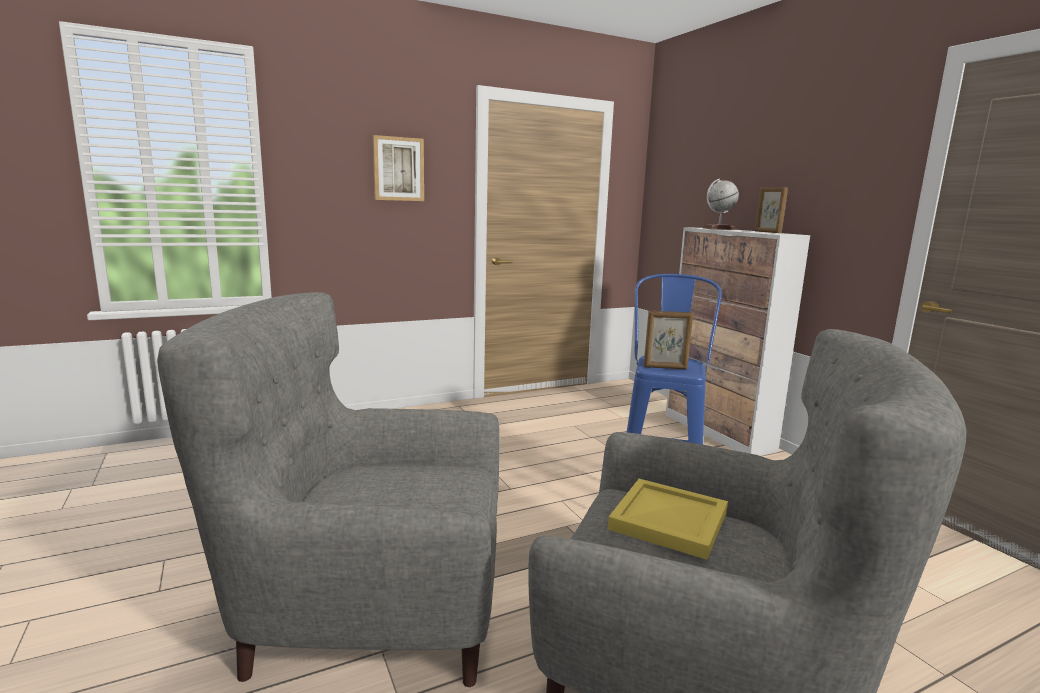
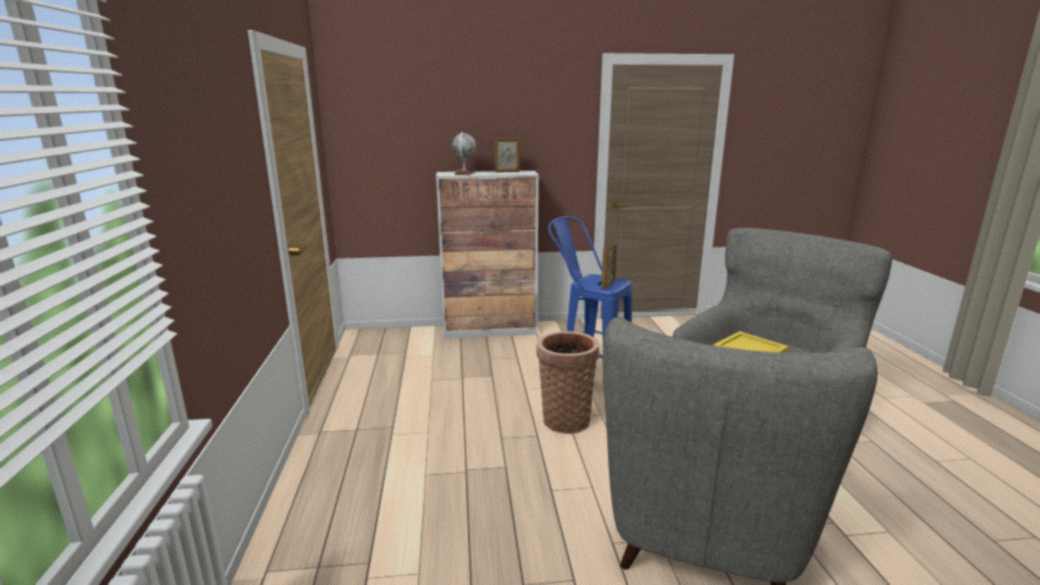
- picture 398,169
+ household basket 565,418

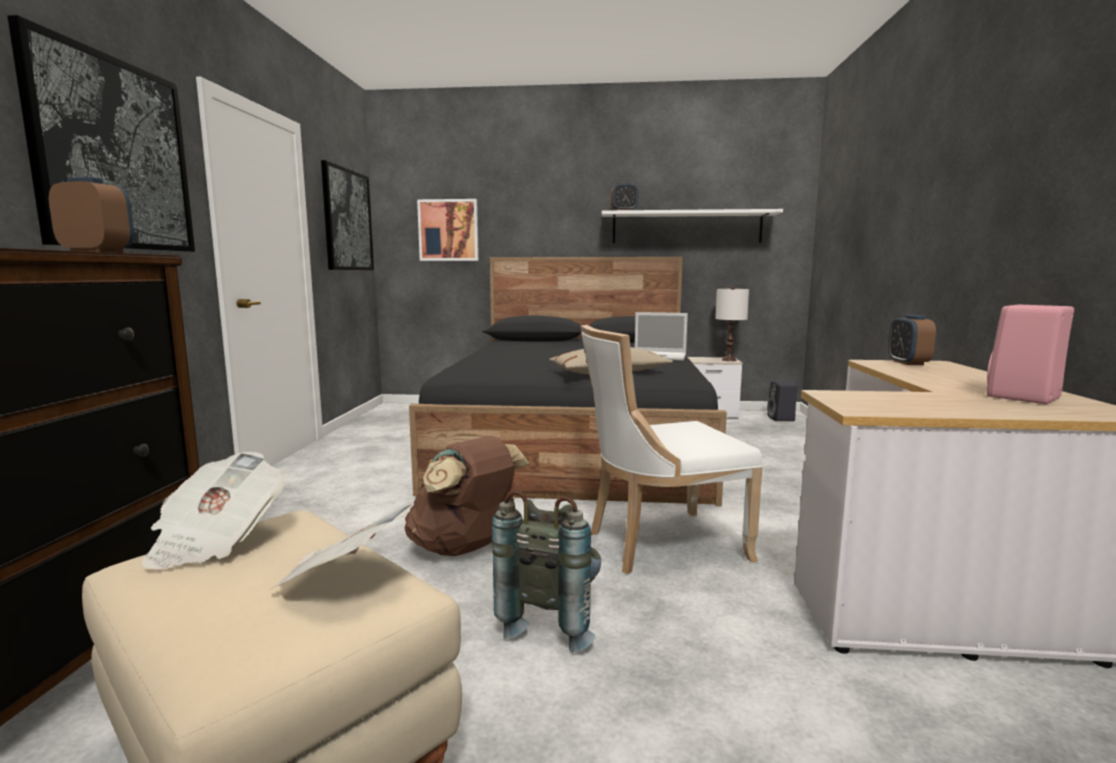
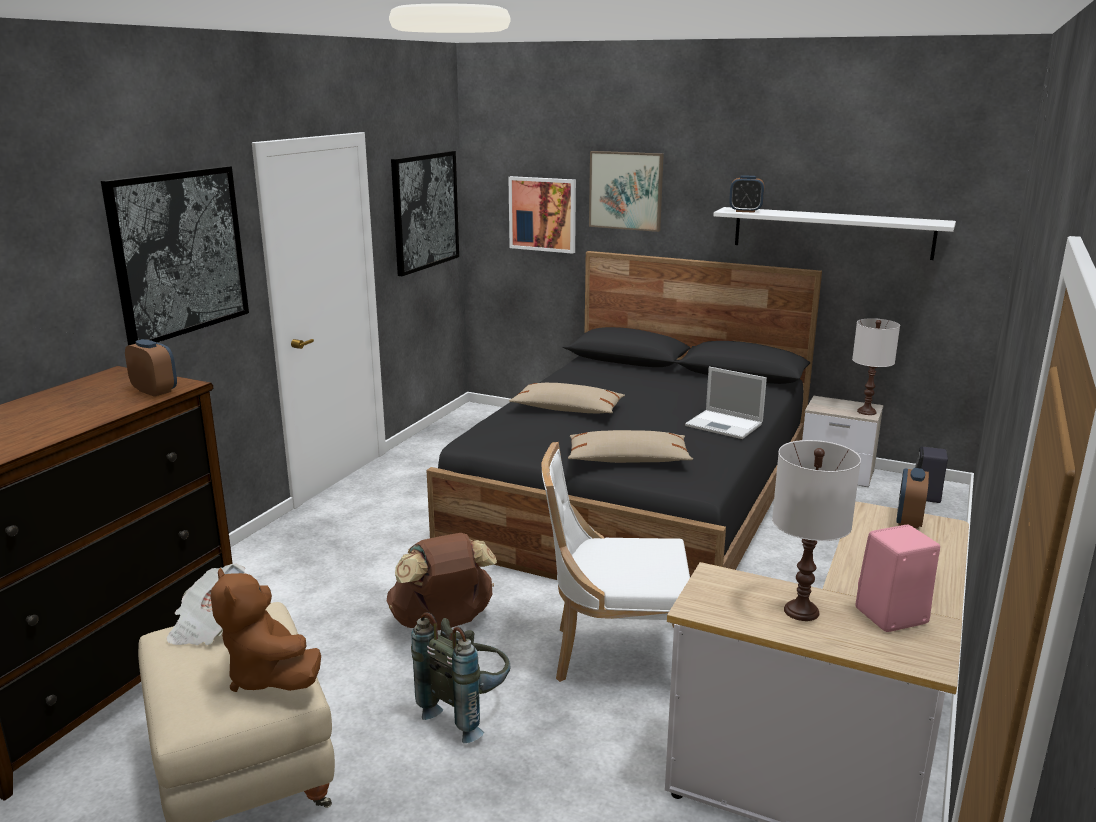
~ daily paper 347,579 to brown plush toy 269,676
+ picture 626,190
+ sand-coloured pillow 567,409
+ white-coloured tabletop lamp 800,611

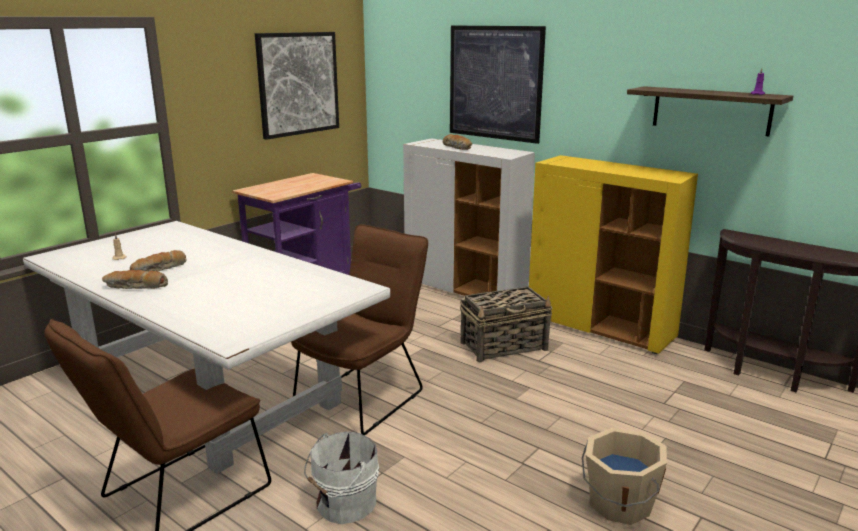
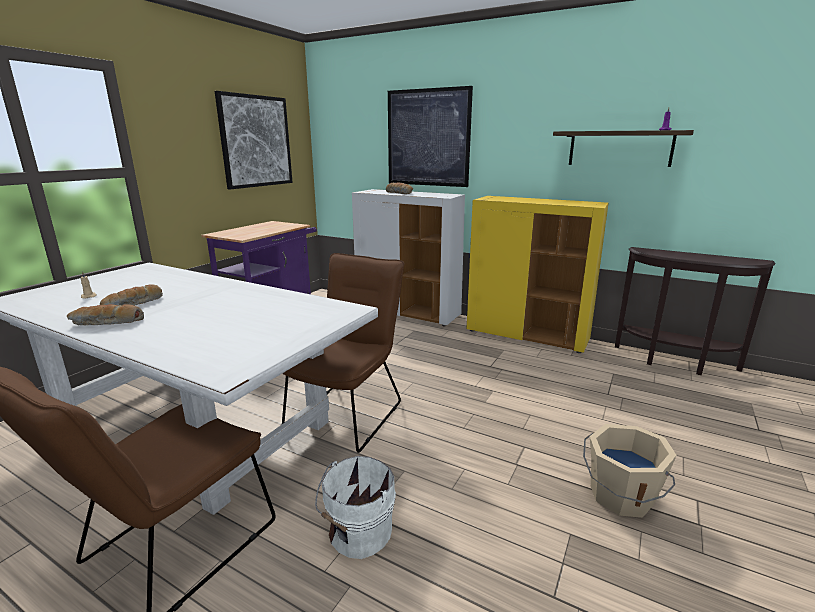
- household basket 504,346

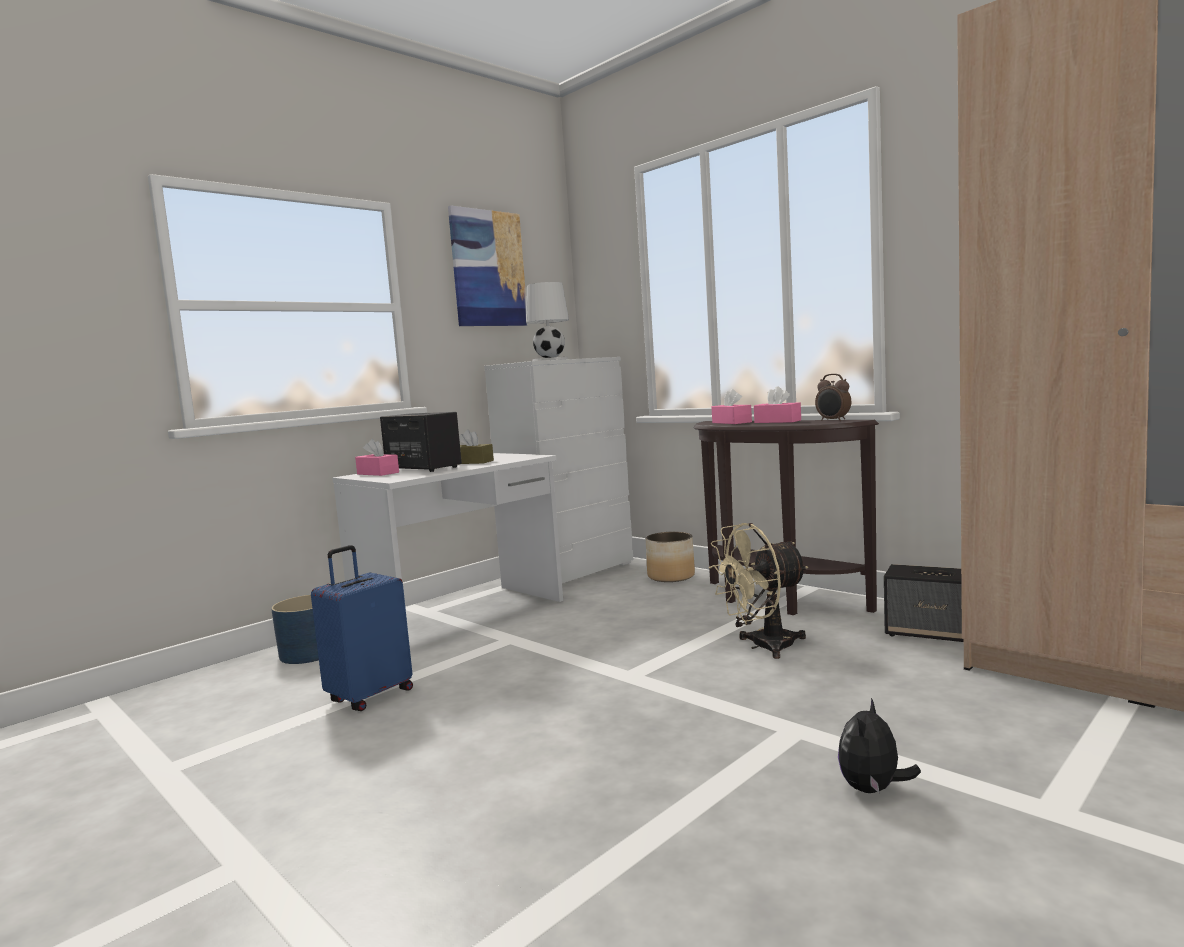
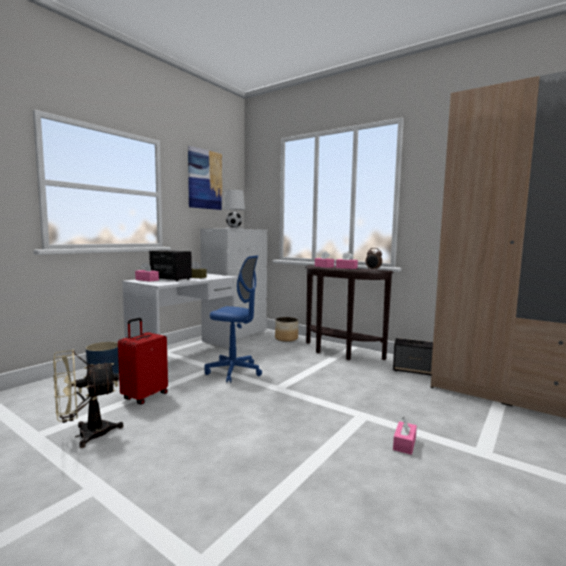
~ sand-coloured fan 763,646 to 85,435
~ blue-coloured piece of luggage 369,696 to red-coloured piece of luggage 144,396
~ plush toy 873,790 to pinkish tissue holder 404,444
+ blue-coloured office chair 234,371

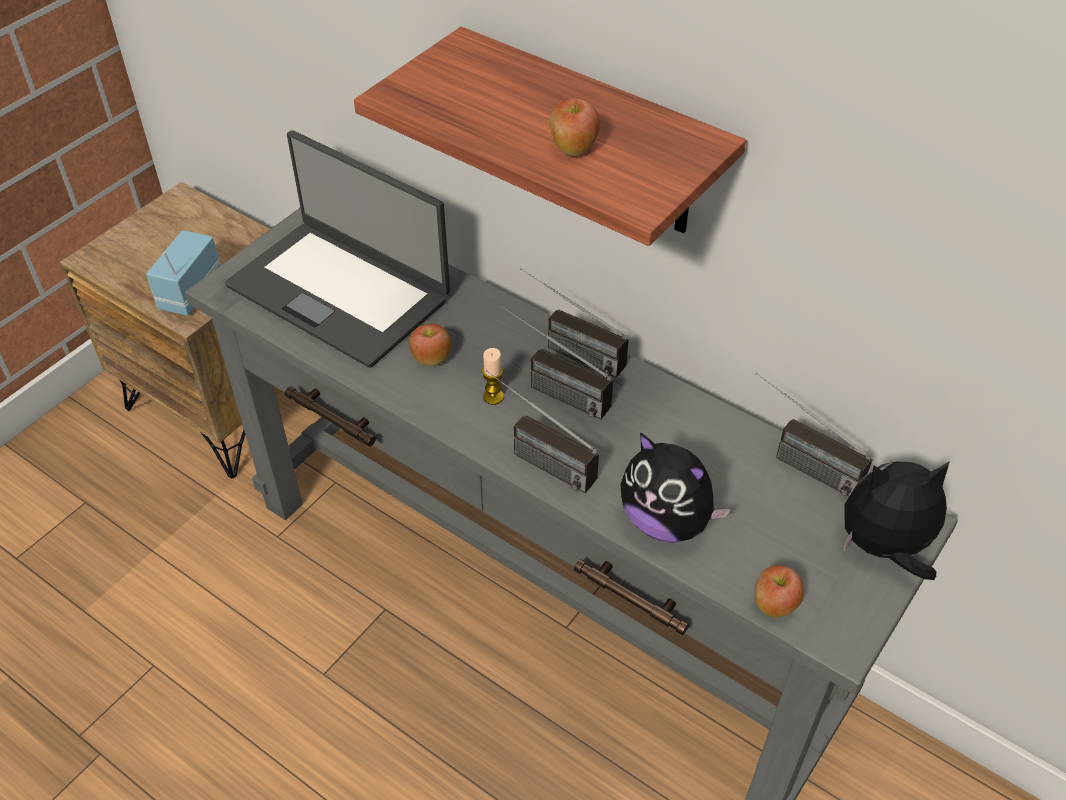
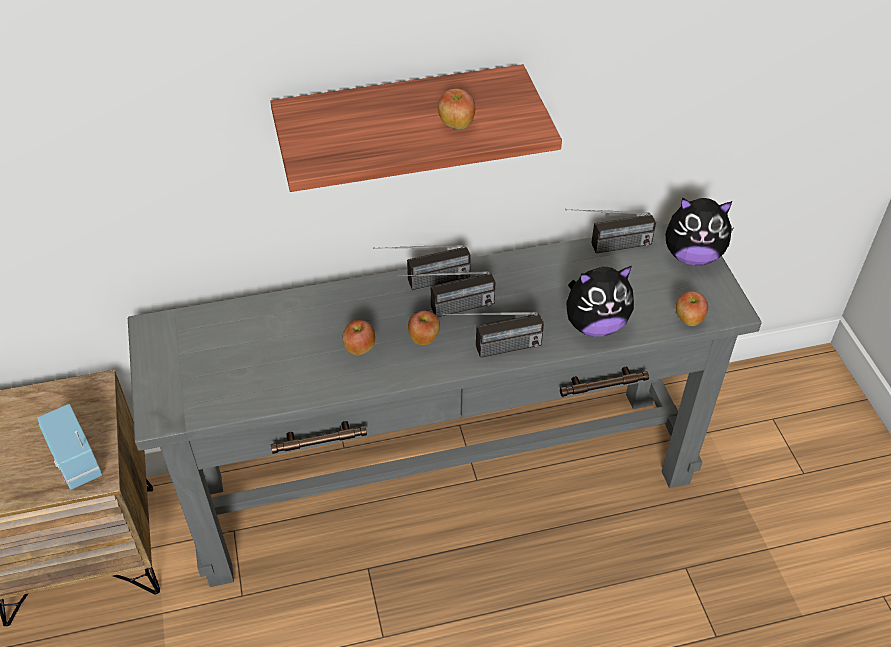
- portable computer 340,291
~ wax candle 493,397 to apple 424,339
~ plush toy 884,548 = 692,255 120 degrees counterclockwise

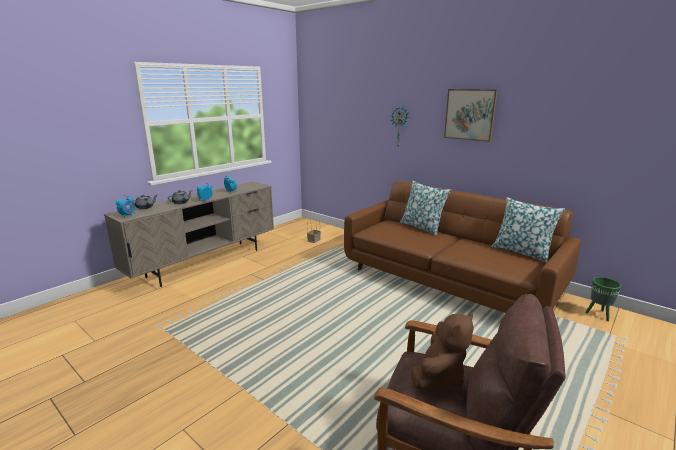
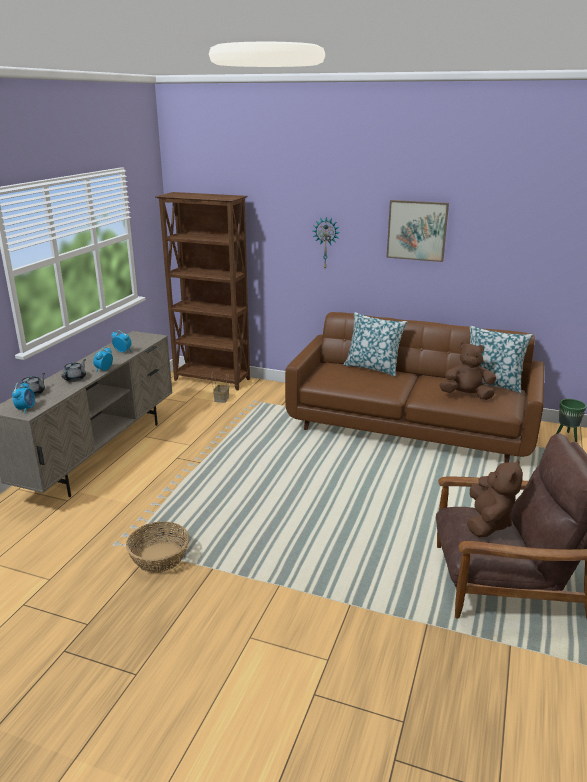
+ brown bookshelf 212,380
+ brown plush toy 466,395
+ household basket 159,557

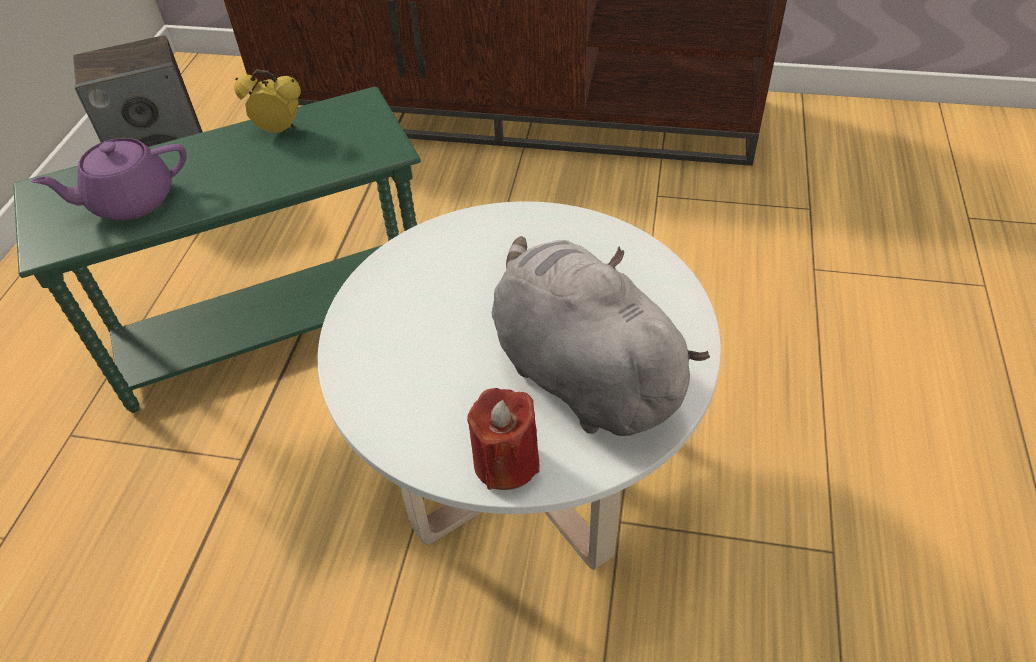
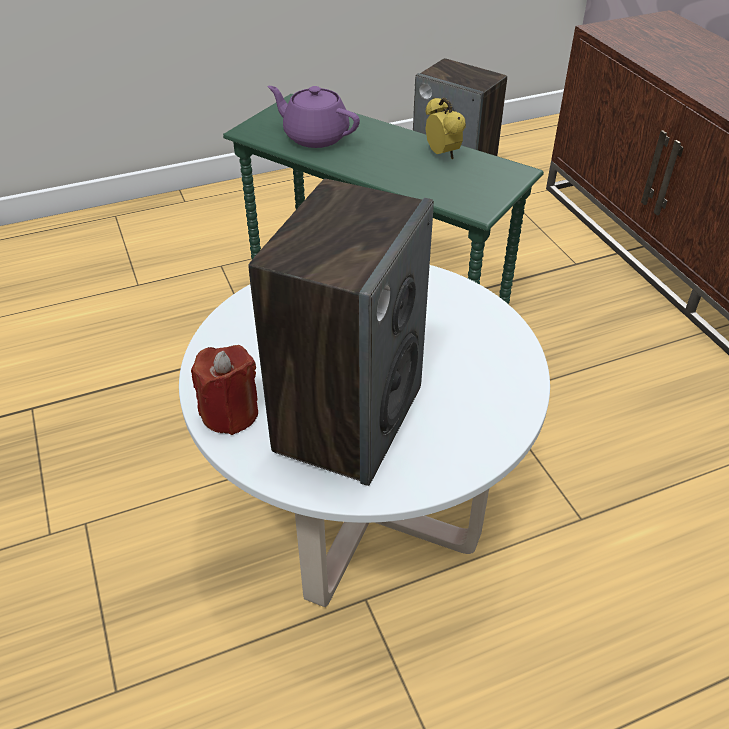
~ grey plush toy 580,372 to audio speaker 348,417

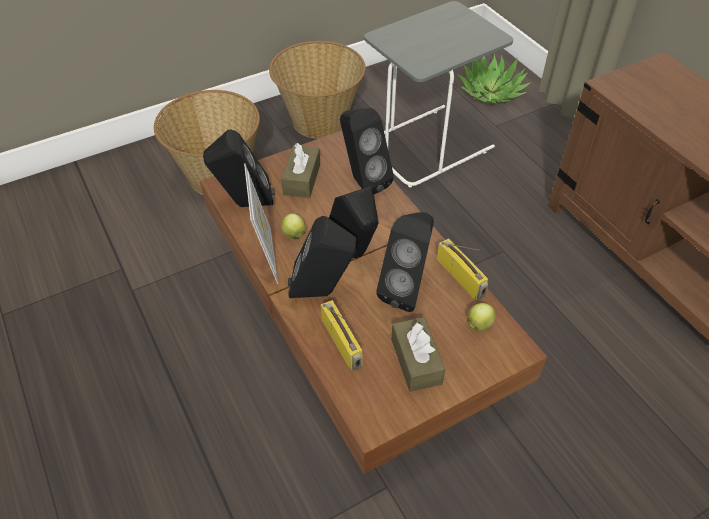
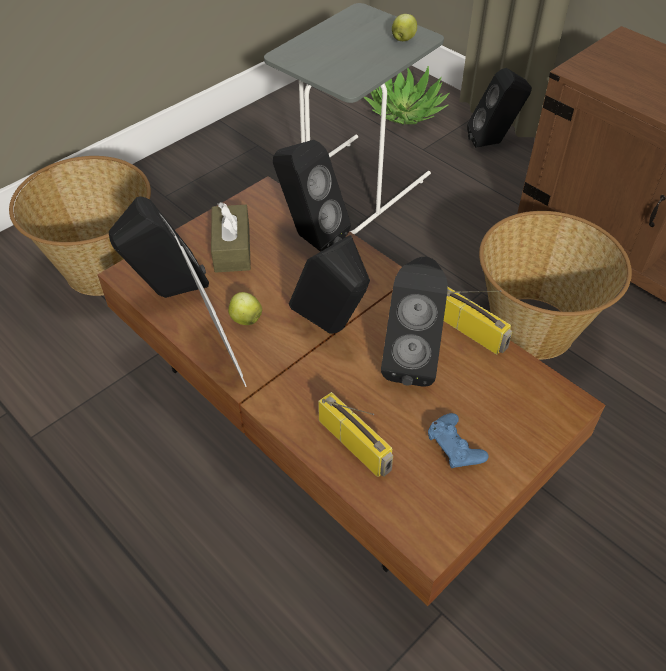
~ household basket 319,122 to 533,329
~ blackish audio speaker 323,292 to 493,143
~ apple 479,324 to 403,39
~ brown tissue holder 416,361 to blue-coloured game controller 455,446

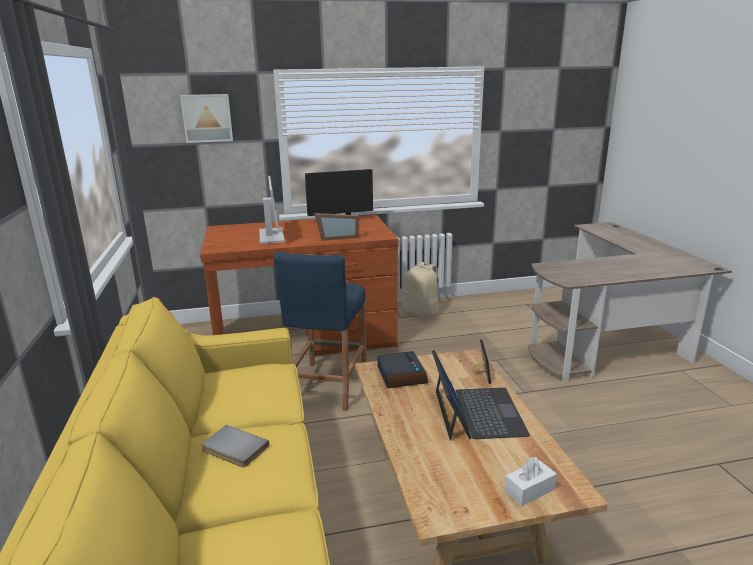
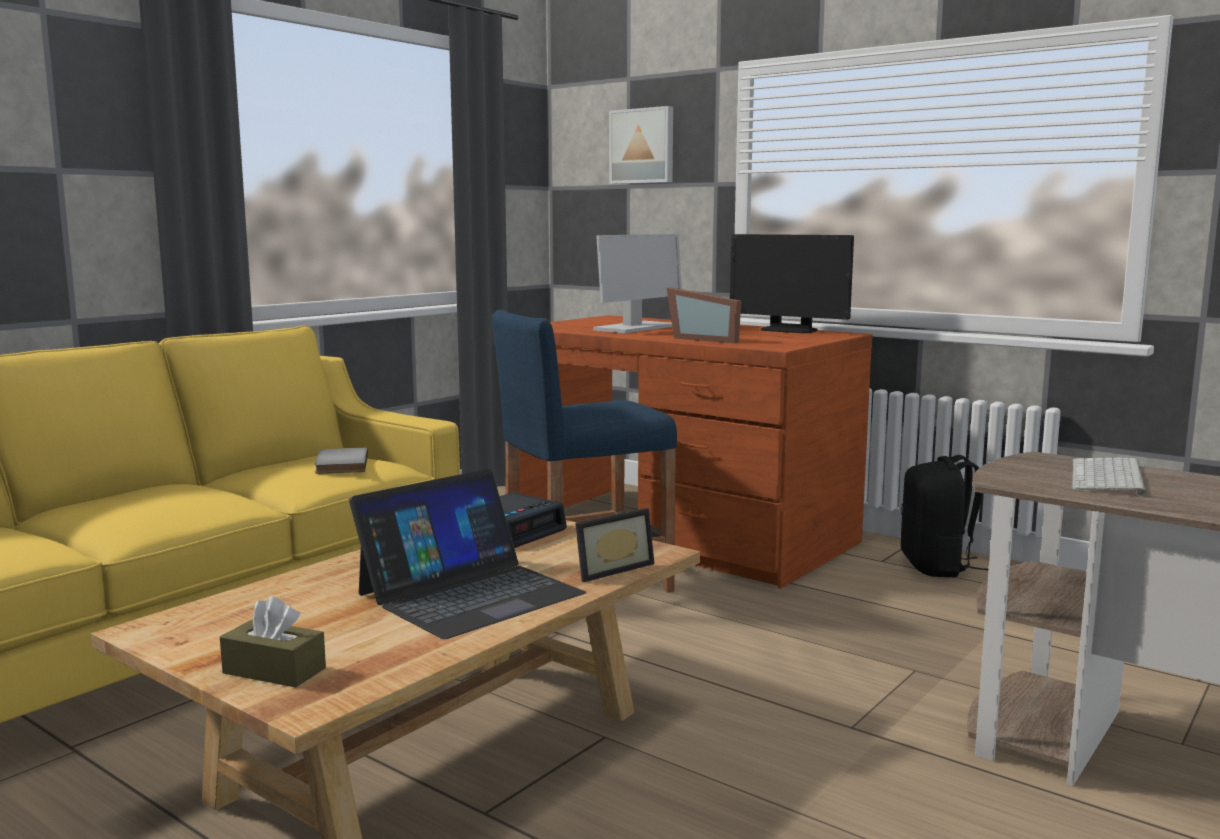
~ sand-coloured backpack 421,312 to blackish backpack 937,567
~ grey bound book 233,449 to 339,464
~ white-coloured tissue holder 529,490 to brown tissue holder 274,670
+ PC keyboard 1110,478

